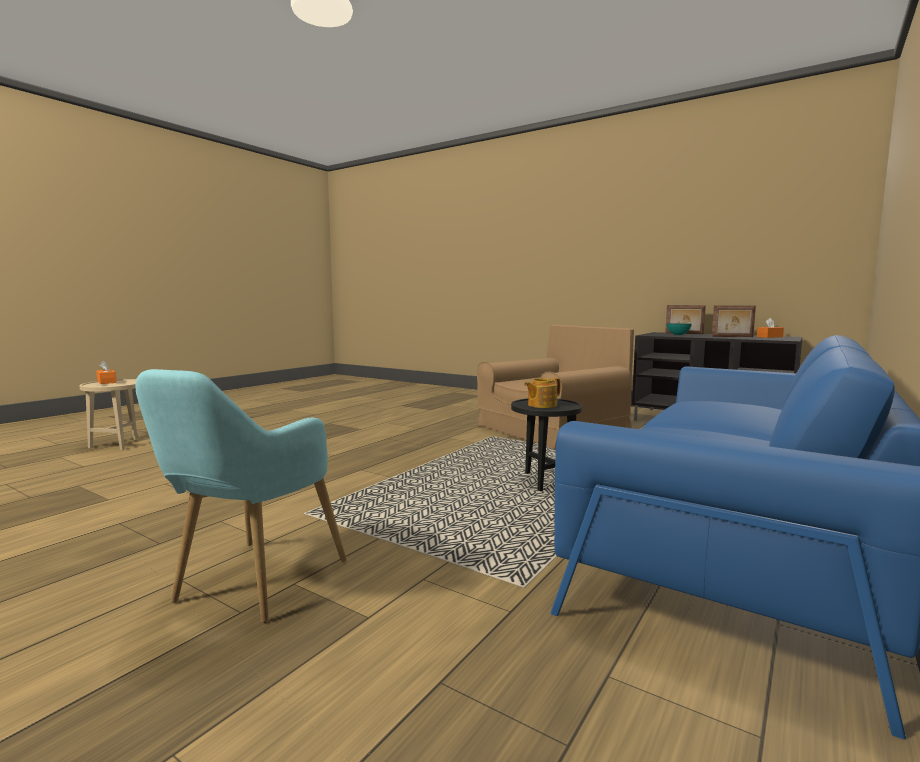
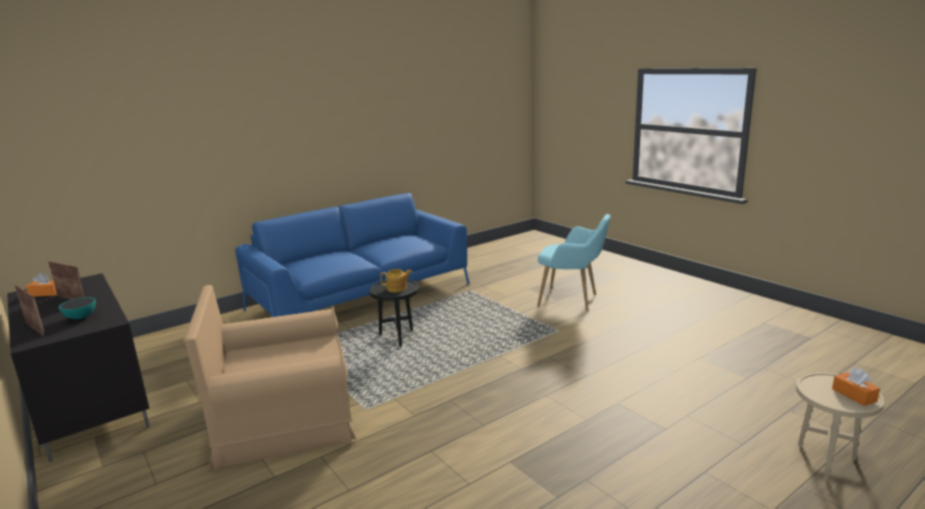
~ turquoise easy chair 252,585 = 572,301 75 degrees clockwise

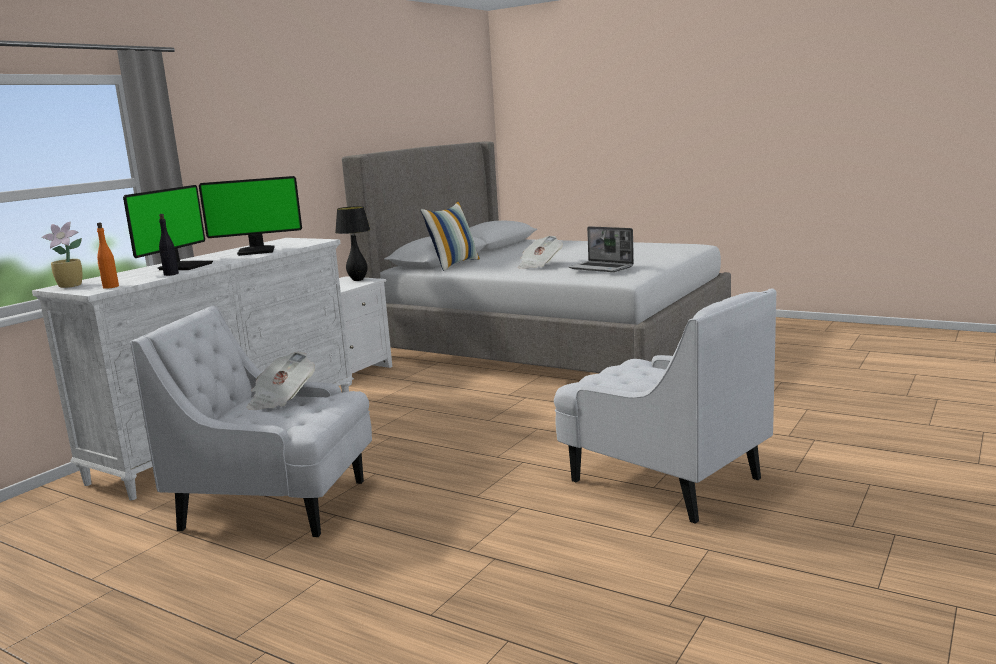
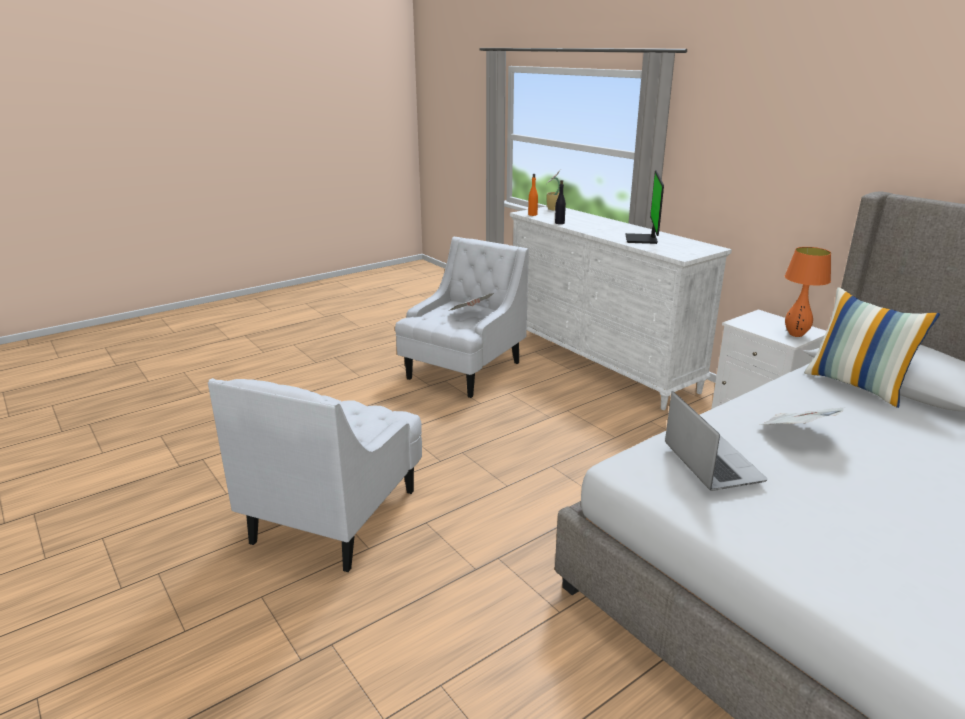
- monitor 184,266
~ blackish tabletop lamp 358,280 to orange tabletop lamp 795,335
~ portable computer 602,268 = 710,463 105 degrees clockwise
~ white-coloured easy chair 662,479 = 336,514 45 degrees counterclockwise

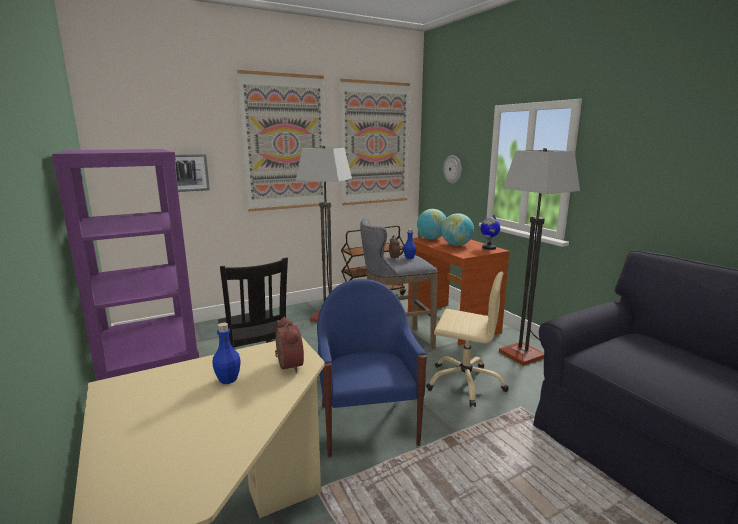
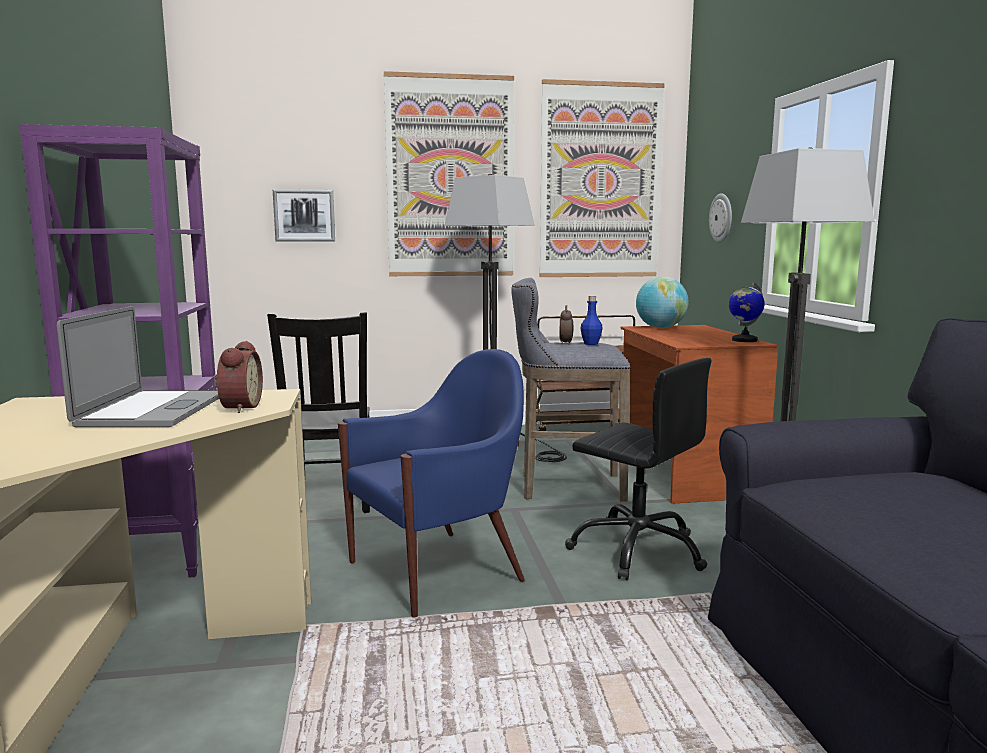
- globe 456,245
~ sand-coloured office chair 465,383 to blackish office chair 638,550
~ blue-coloured easy chair 367,423 = 438,570 45 degrees clockwise
~ blue-coloured bottle 228,379 to portable computer 154,409

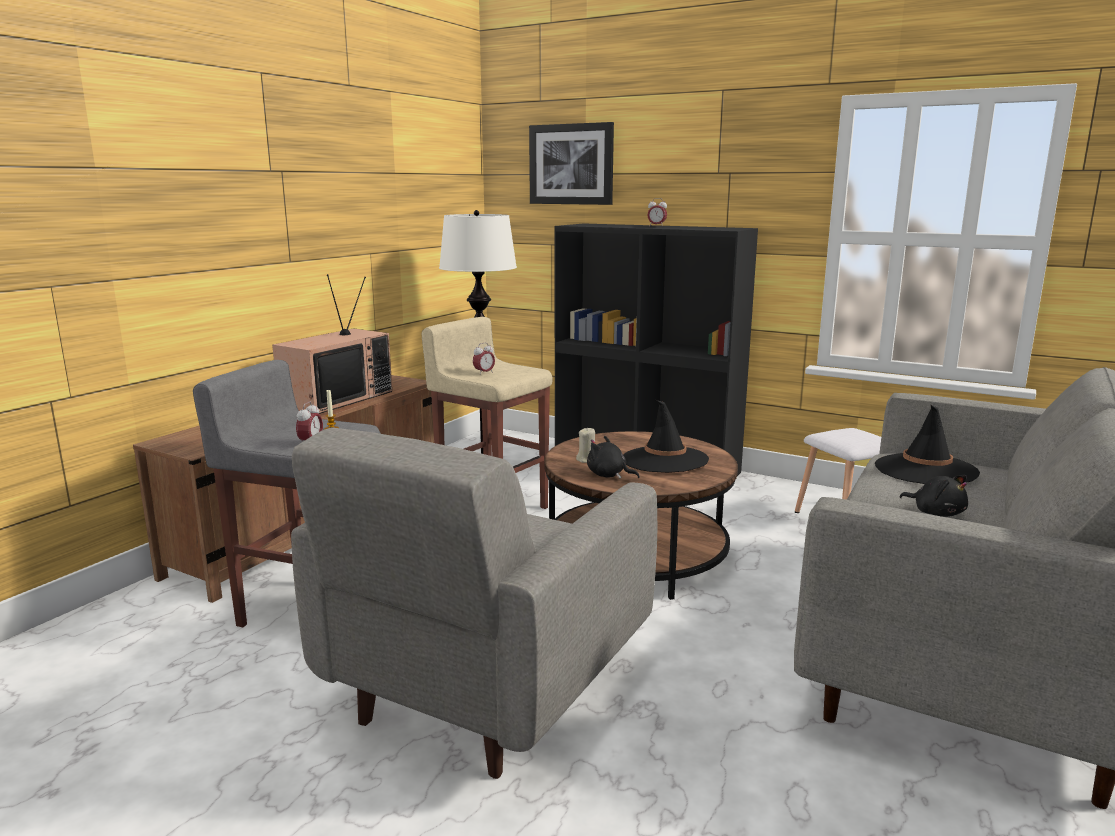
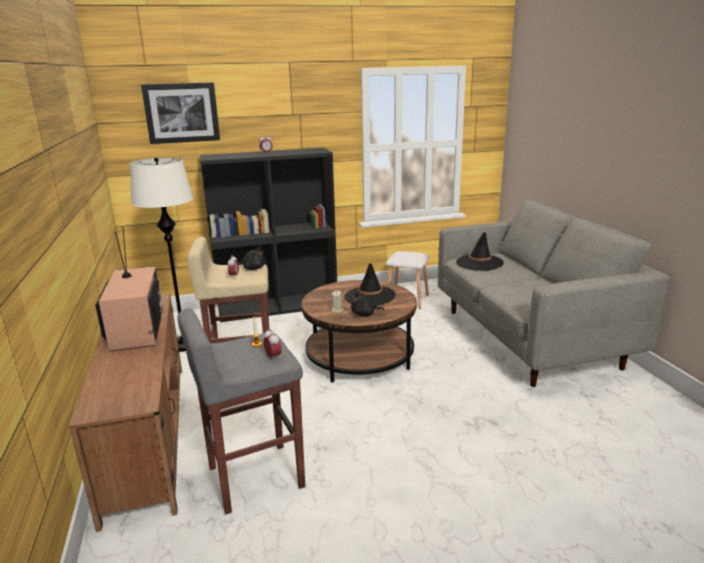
- grey easy chair 484,688
~ blackish plush toy 936,513 to 252,268

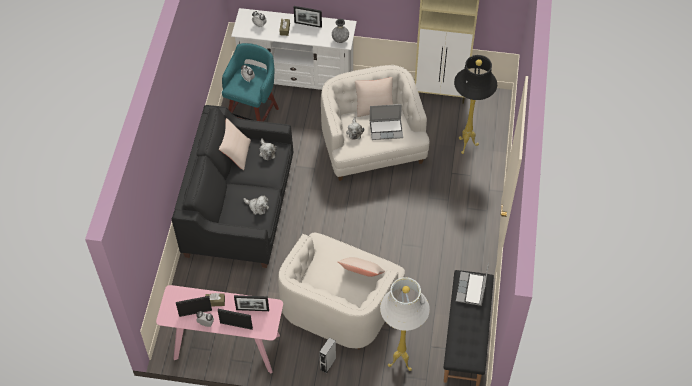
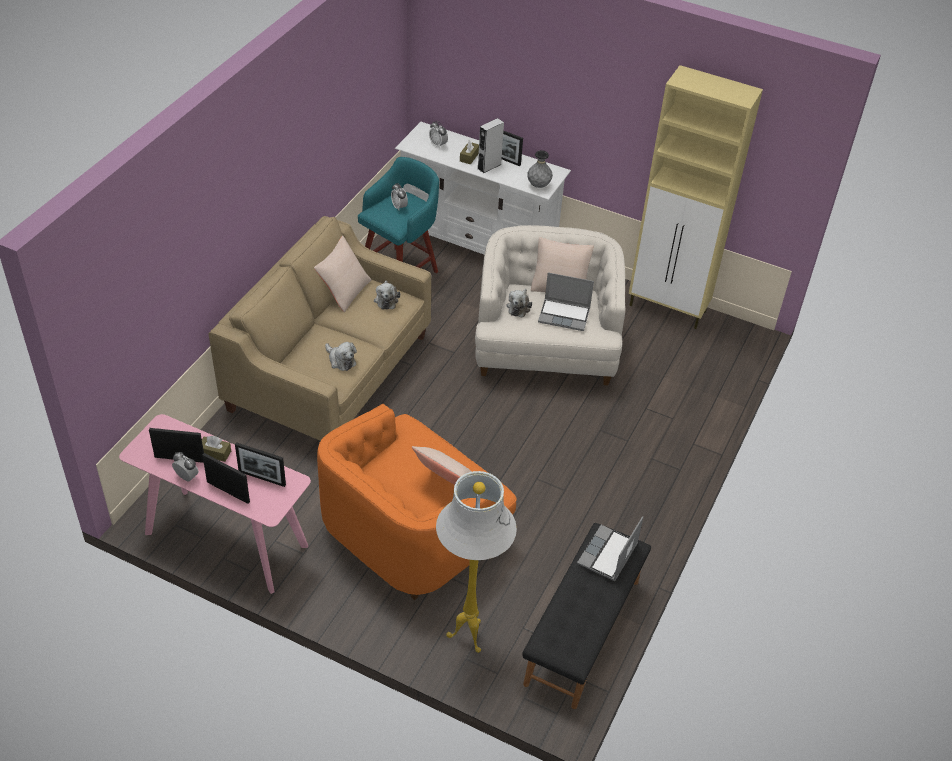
- blackish standing lamp 466,146
~ blackish settee 239,208 to sand-coloured settee 329,372
~ white-coloured easy chair 340,305 to orange easy chair 412,532
~ grey audio speaker 328,364 to 489,166

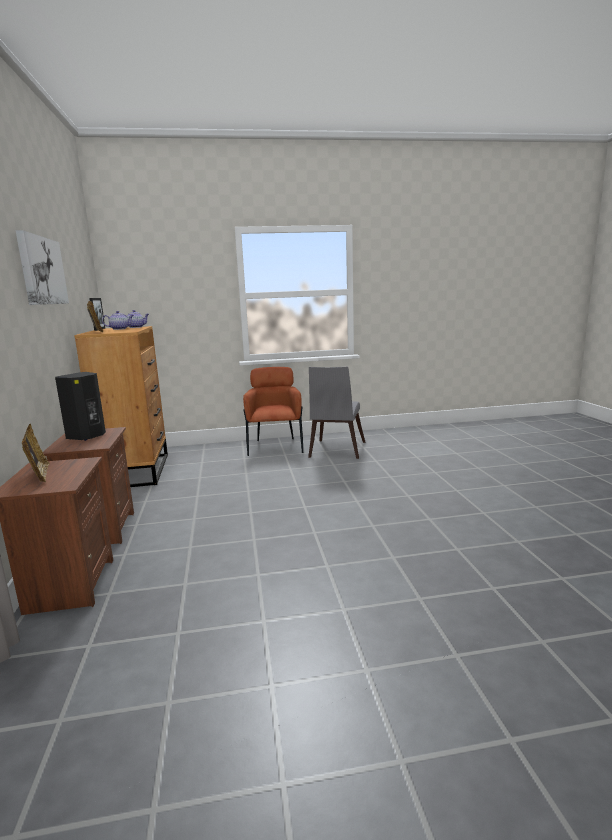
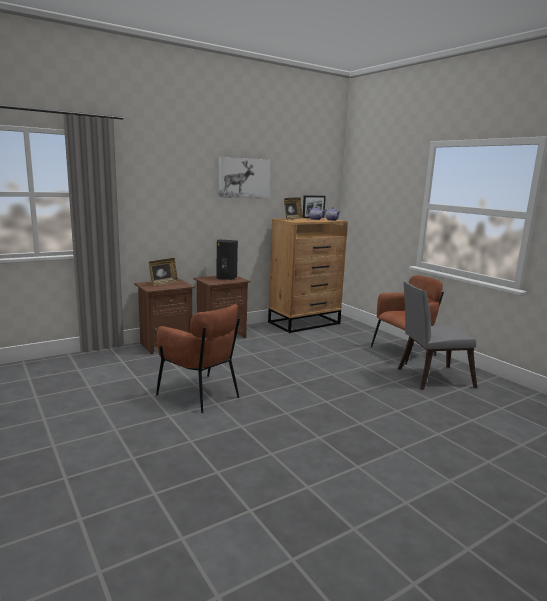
+ brown easy chair 201,394

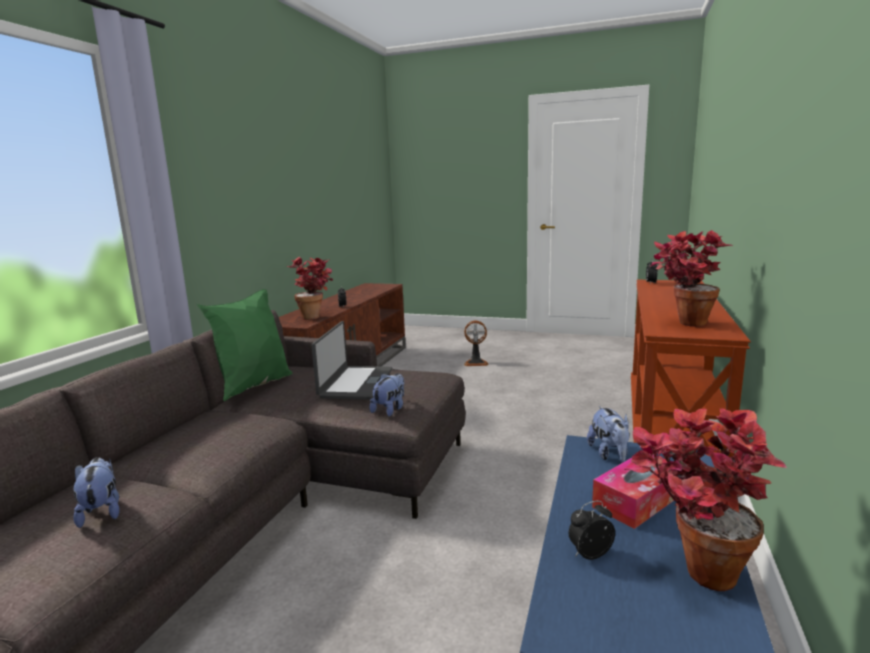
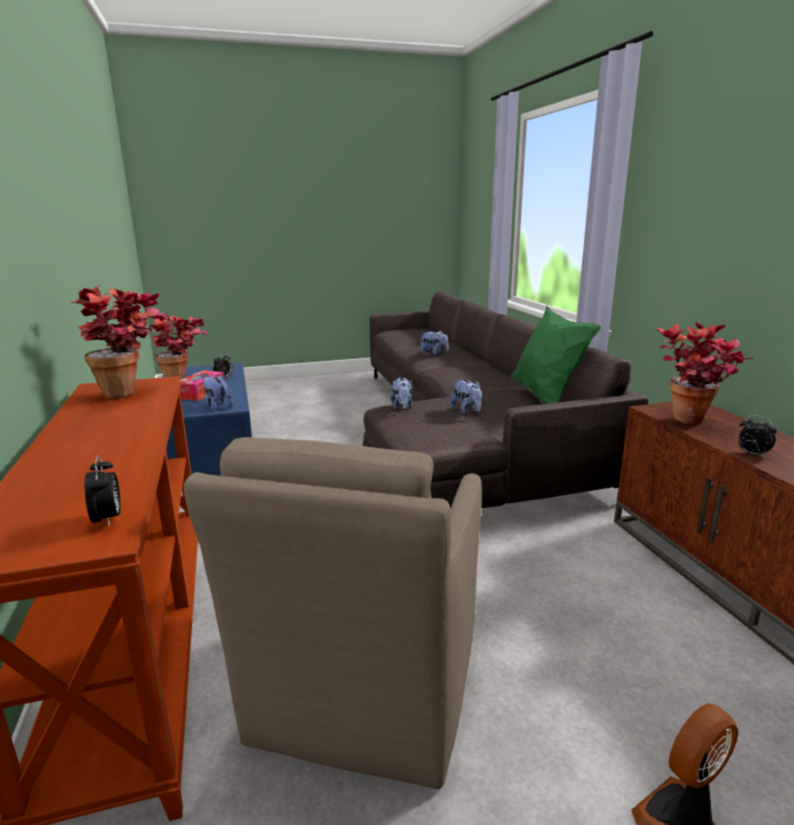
~ portable computer 355,383 to plush toy 467,411
+ brown easy chair 363,693

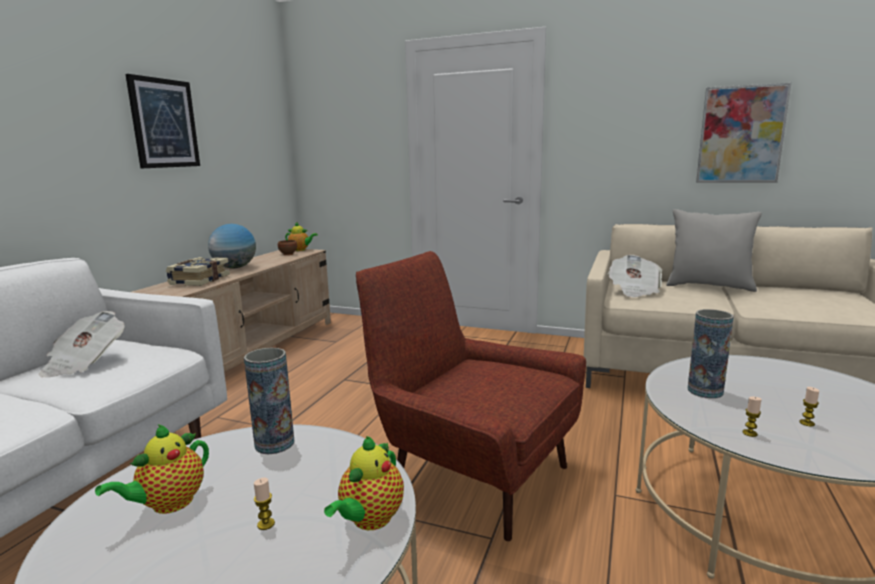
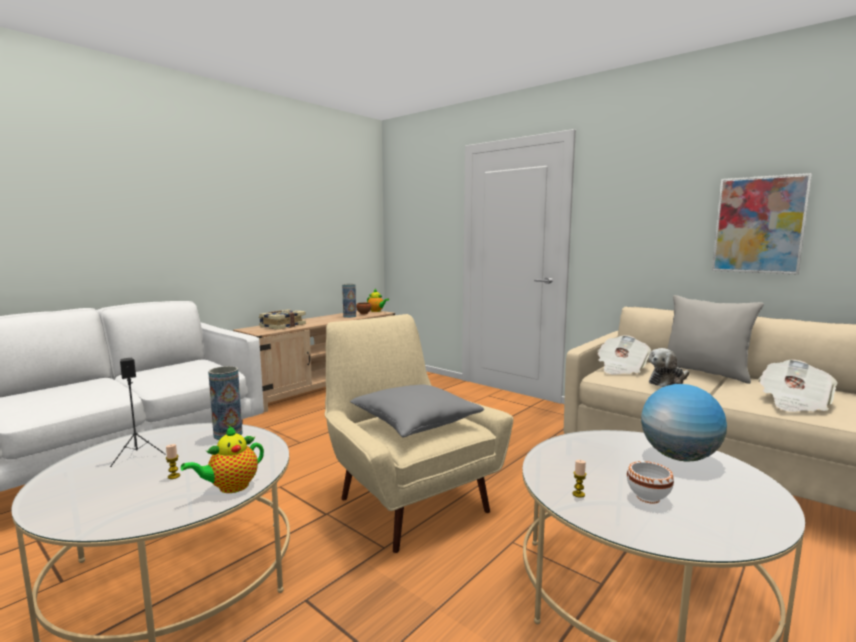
- picture 164,123
~ globe 235,268 to 679,457
~ red-coloured easy chair 471,474 to sand-coloured easy chair 408,500
~ vase 705,391 to 349,316
~ daily paper 84,363 to 793,403
~ wax candle 807,423 to white-coloured deep dish 646,497
~ pot for tea 168,504 to blackish audio speaker 138,455
+ plush toy 667,382
+ grey pillow 415,423

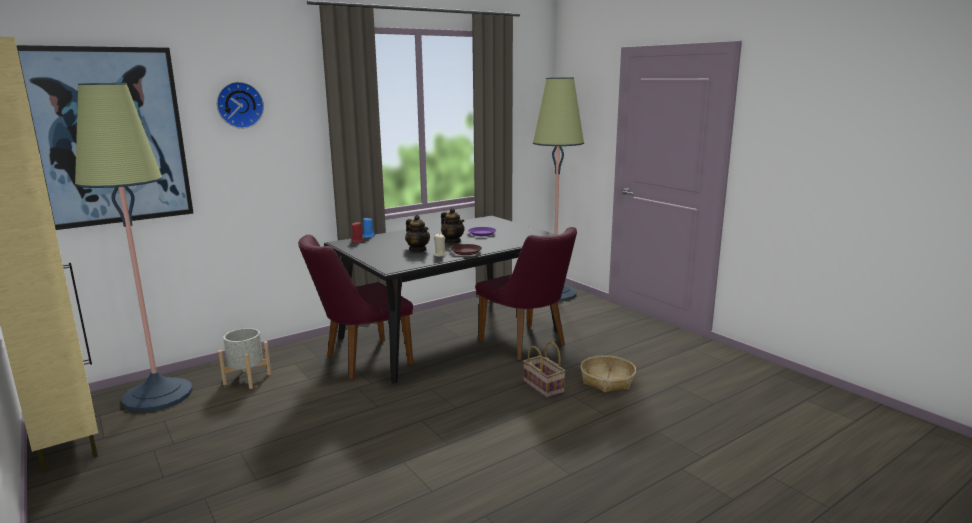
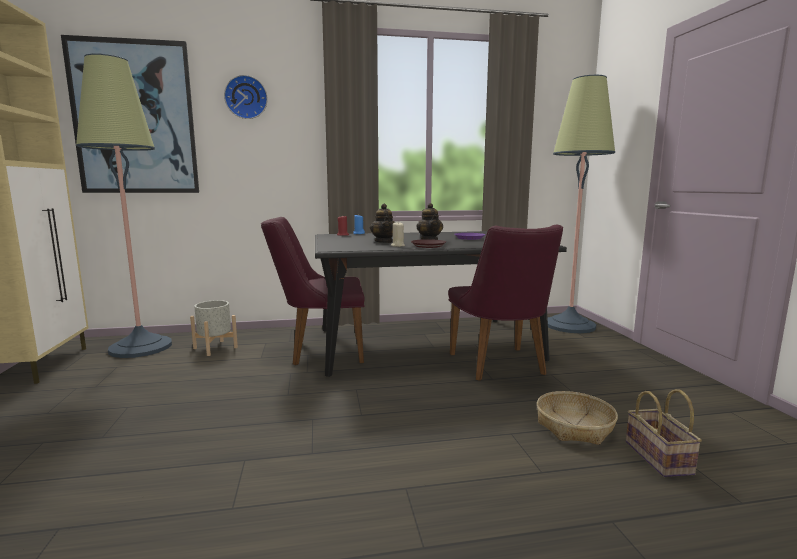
~ household basket 544,387 to 660,458

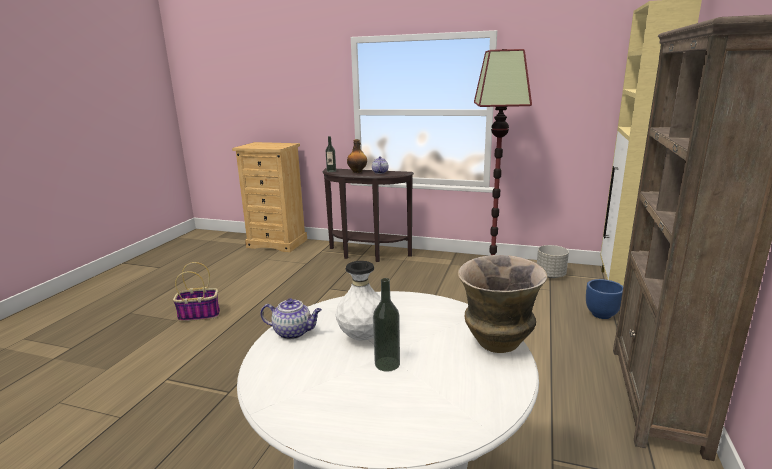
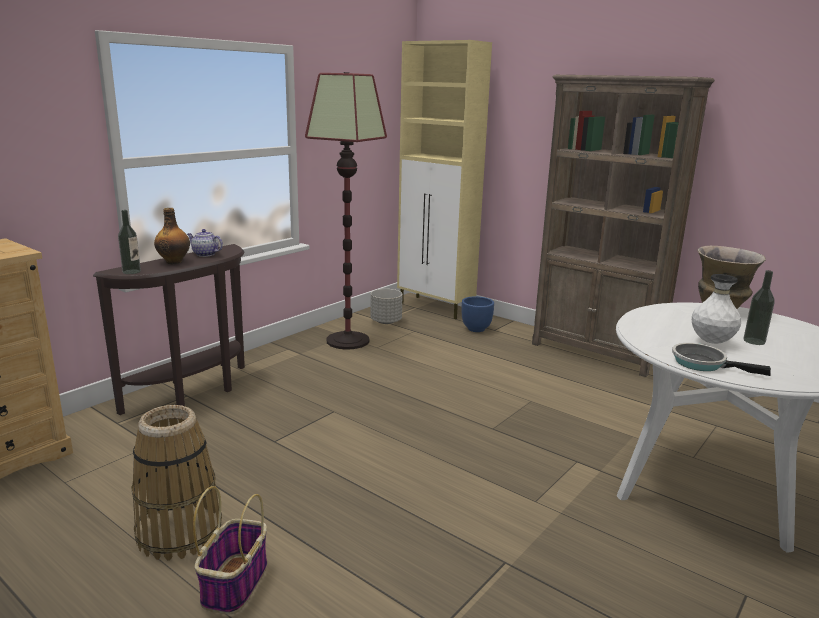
~ pot for tea 294,332 to pan 703,364
+ household basket 179,532

